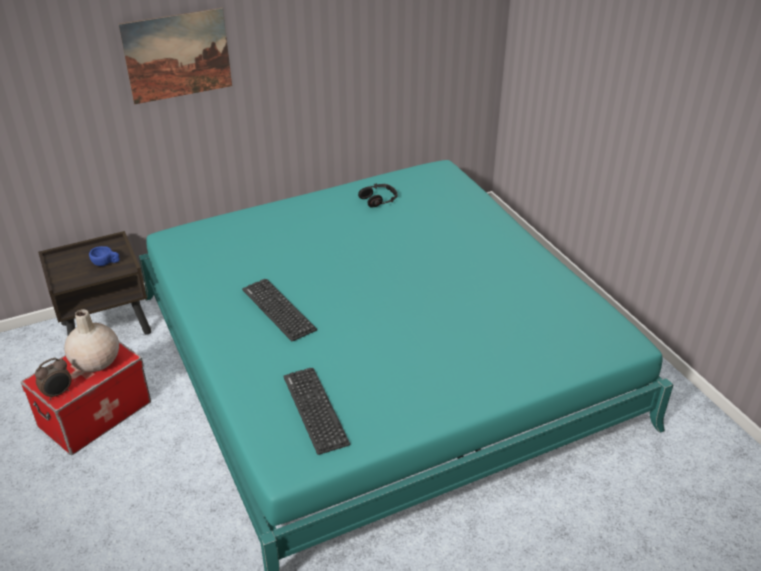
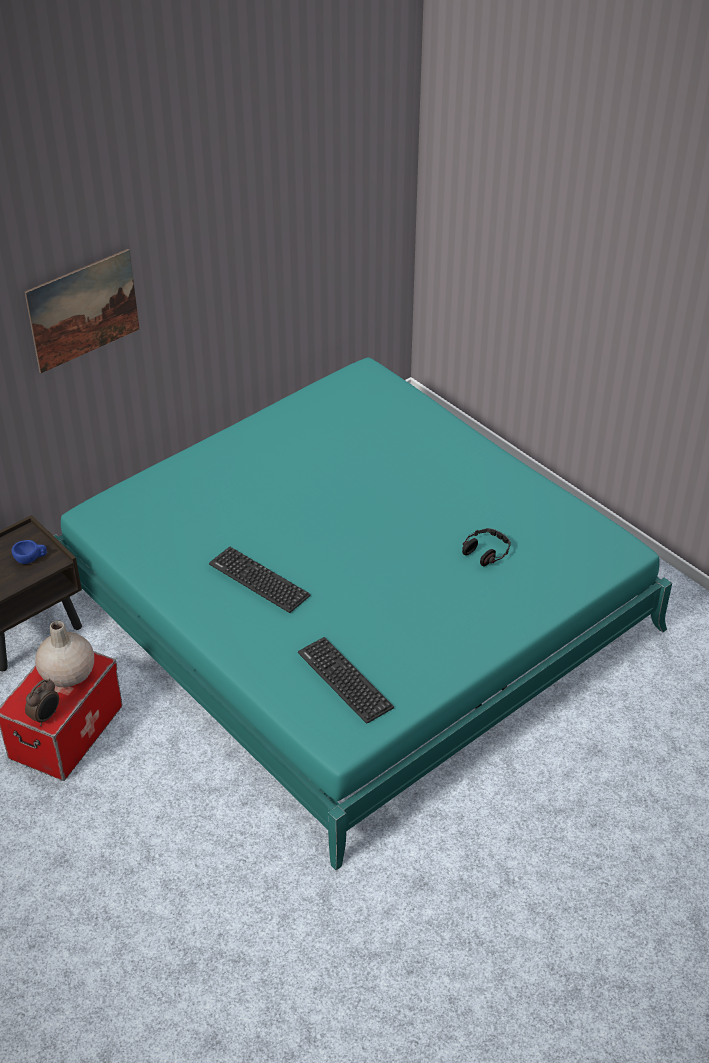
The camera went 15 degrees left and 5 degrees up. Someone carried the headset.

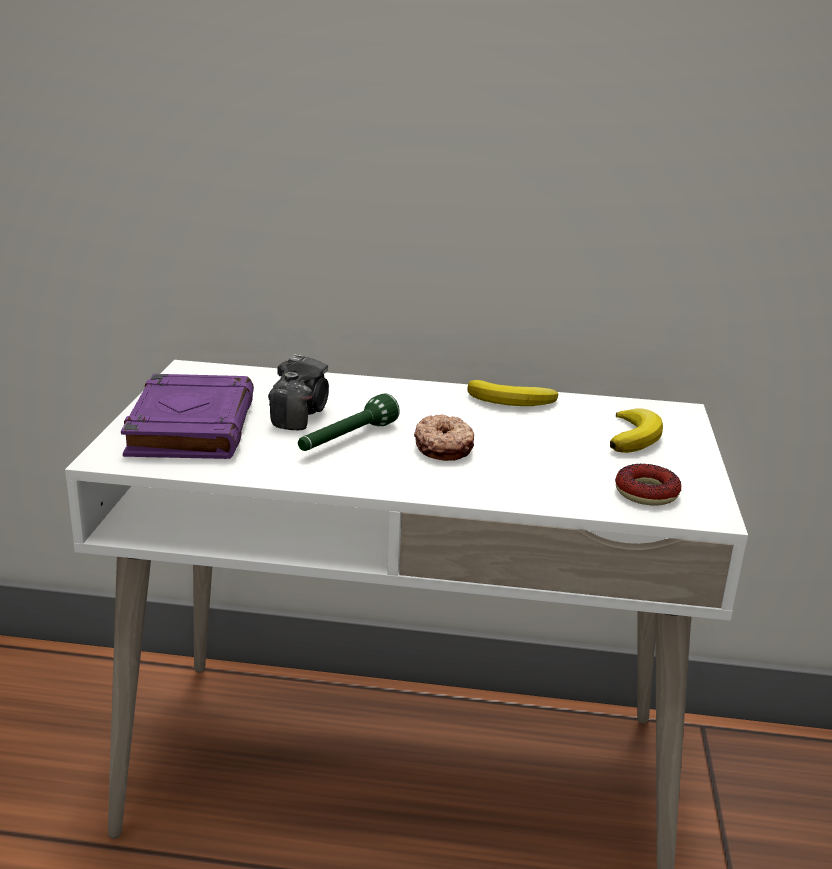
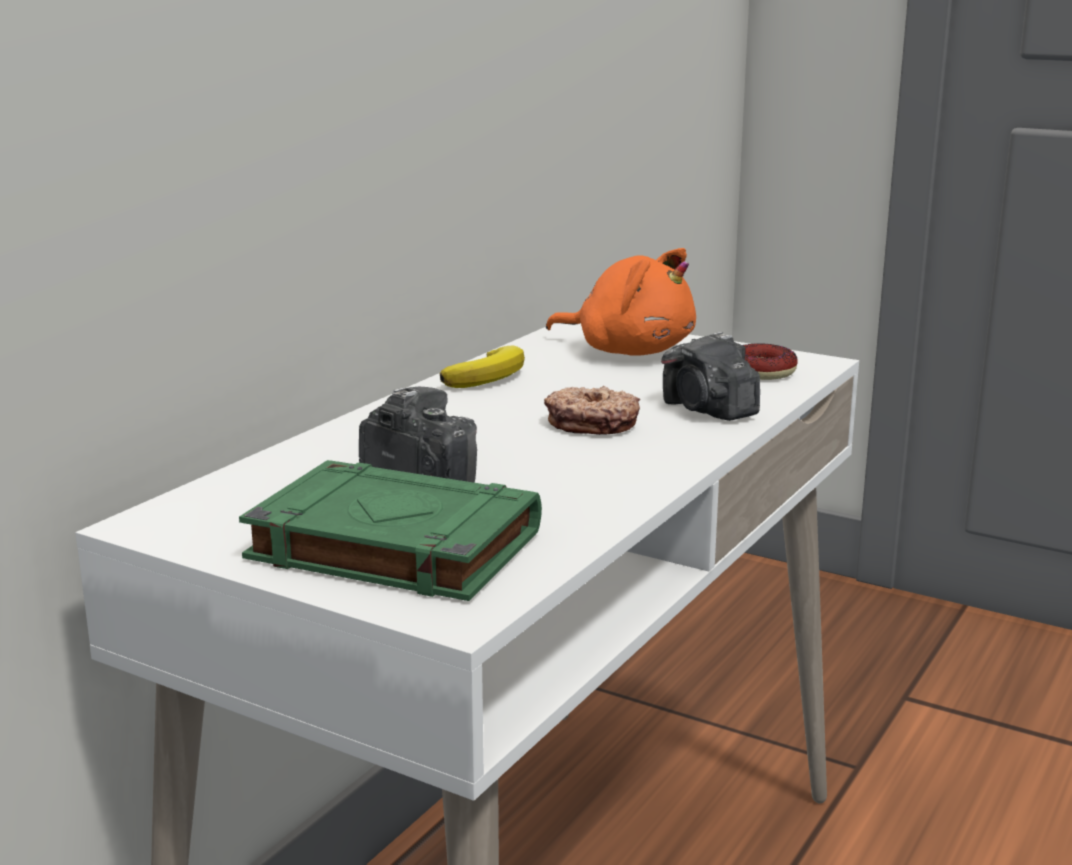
The camera went 65 degrees left and 5 degrees down. Someone repainted the purple_book, which became the green_book. Someone took away the green_torch. Someone swapped the banana (2nd from left) for the orange_plush_toy. Someone put down the photo_camera (2nd from left).

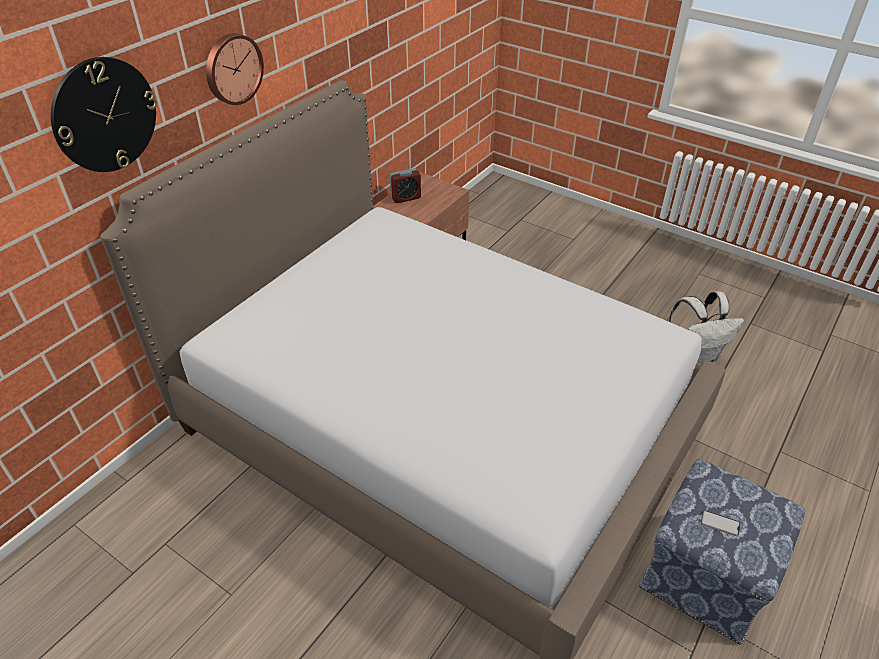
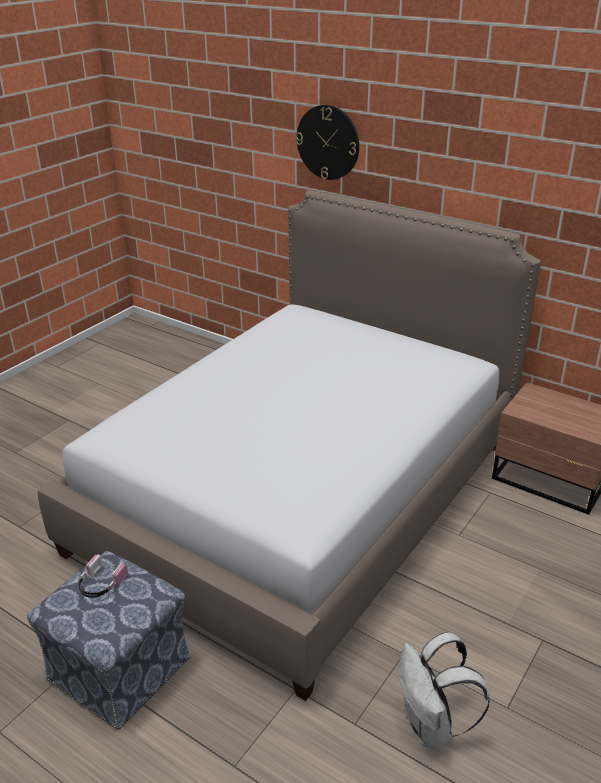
The camera went 90 degrees right and 10 degrees down. Someone took away the clock_on_the_wall (2nd from left). Someone took away the bedside_clock. Someone swapped the phone for the headset.

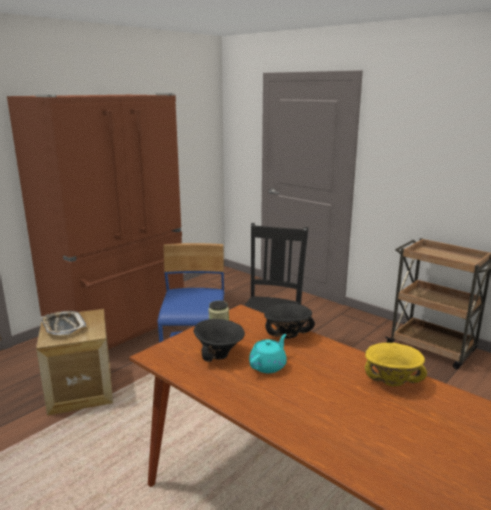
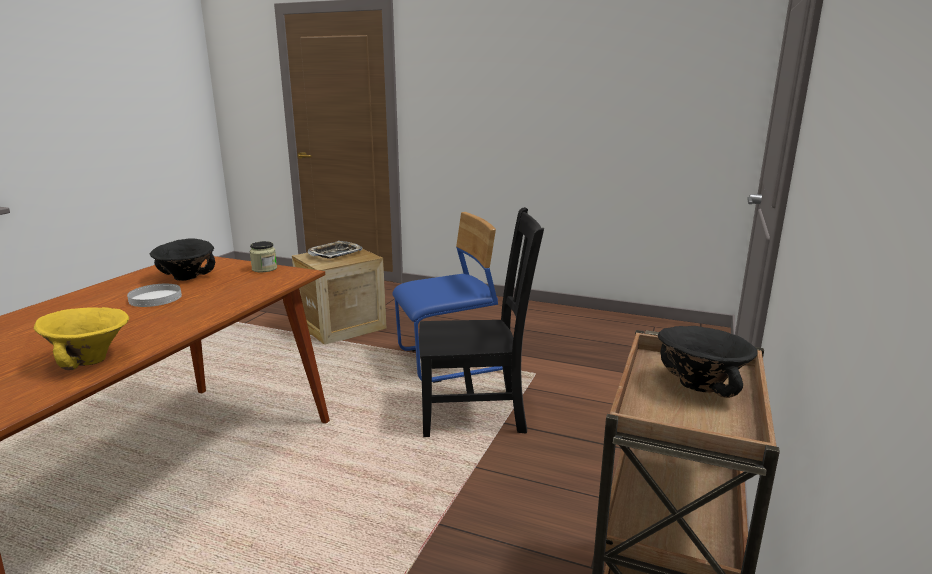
The camera went 70 degrees right and 0 degrees up. Someone took away the brown_fridge. Someone swapped the blue-green_tea_pot for the white_plate. Someone carried the black-coloured_serving_bowl (2nd from left).

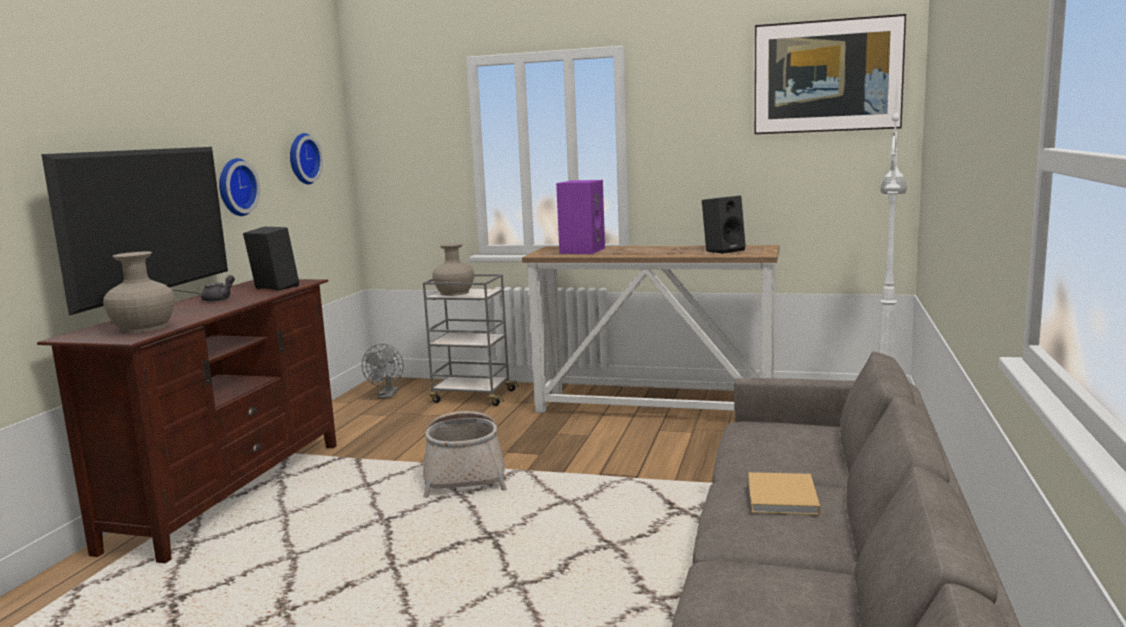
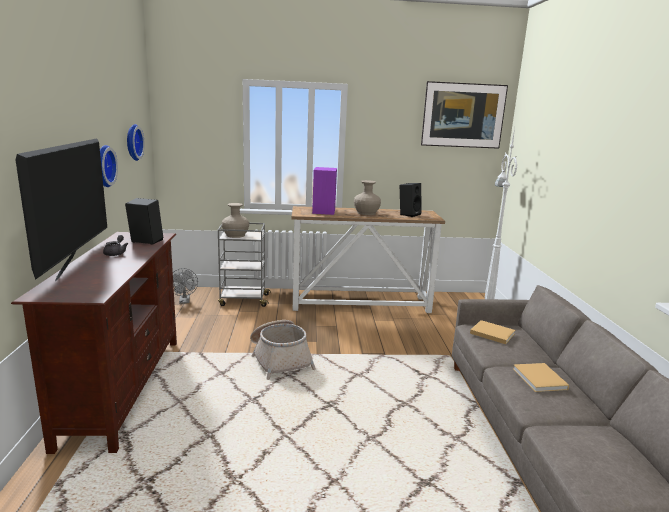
The camera went 20 degrees left and 5 degrees up. Someone carried the beige-coloured_decorative_vase (1st from left in the first image). Someone put down the beige-coloured_book (1st from left).

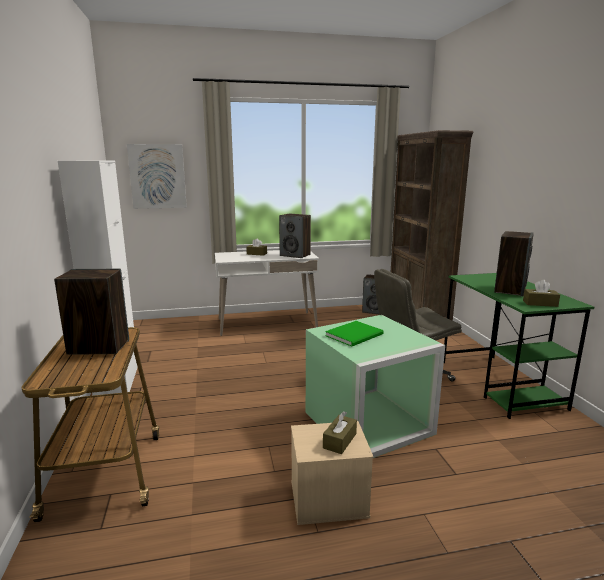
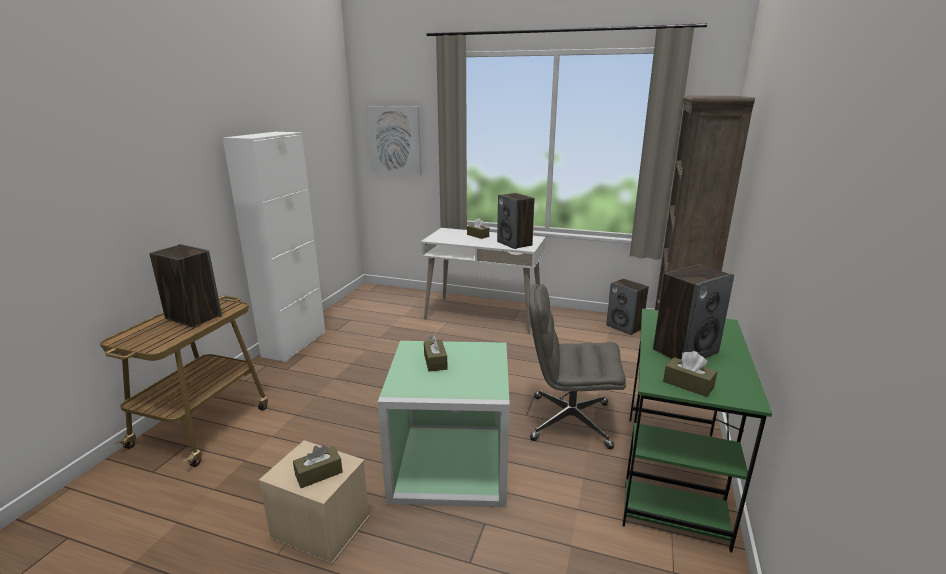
The camera went 30 degrees right and 5 degrees up. Someone swapped the green_book for the brown_tissue_holder (2nd from left).

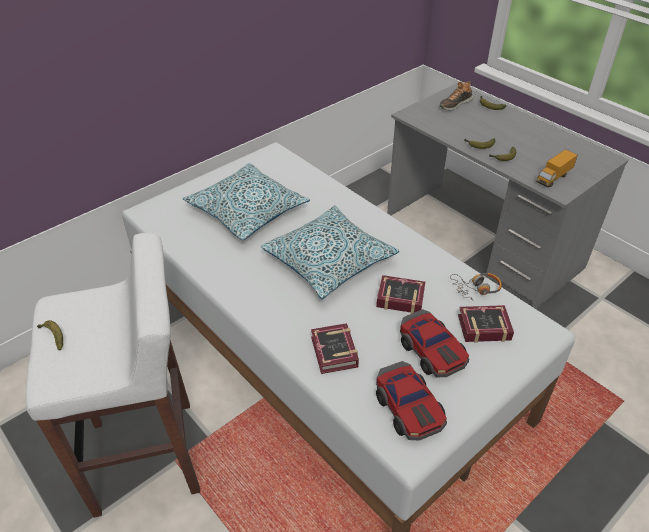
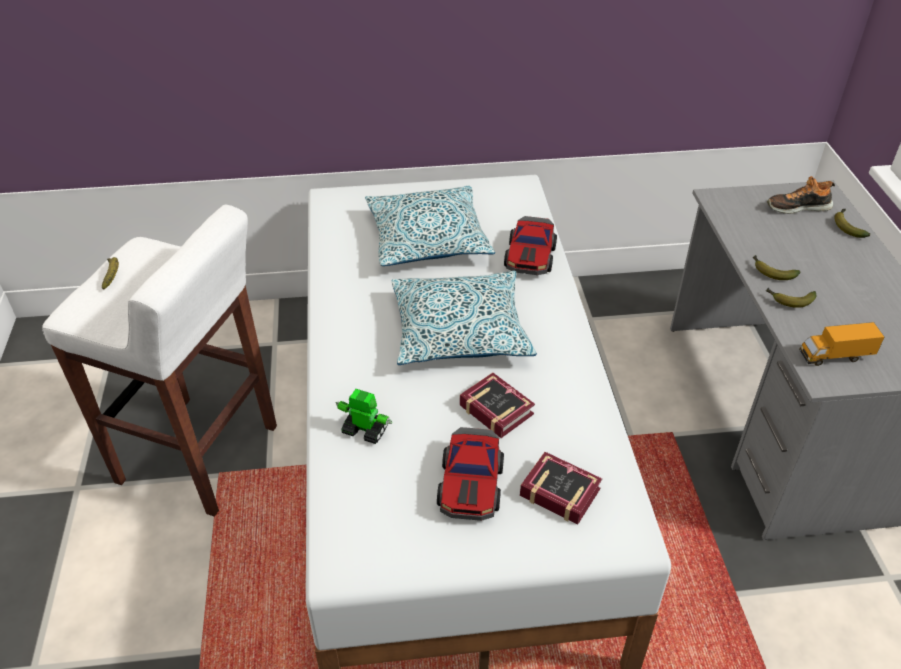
The camera went 35 degrees right and 0 degrees up. Someone swapped the book (1st from left) for the toy_robot. Someone carried the model_car (1st from left in the first image). Someone took away the headset.

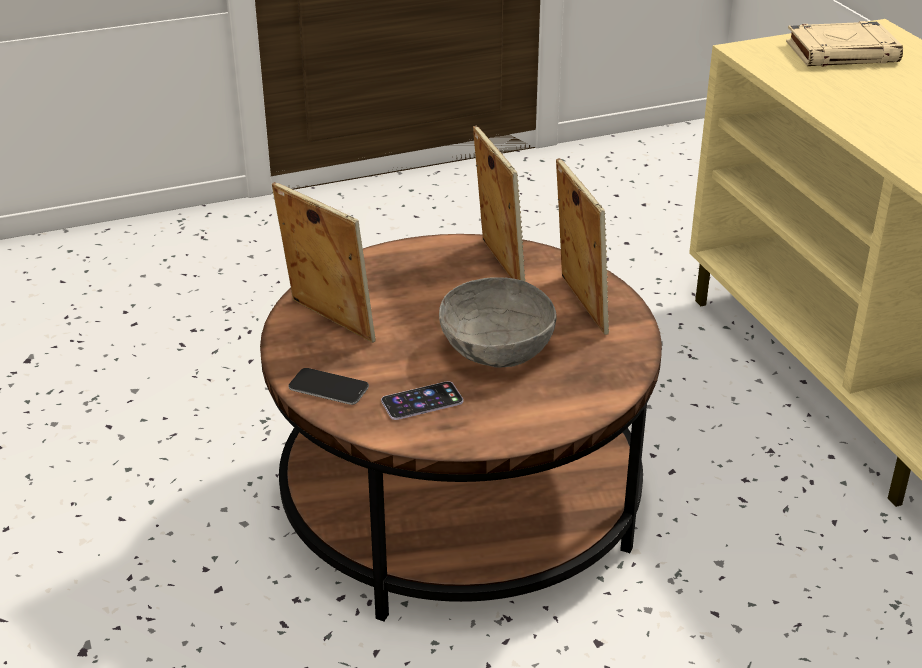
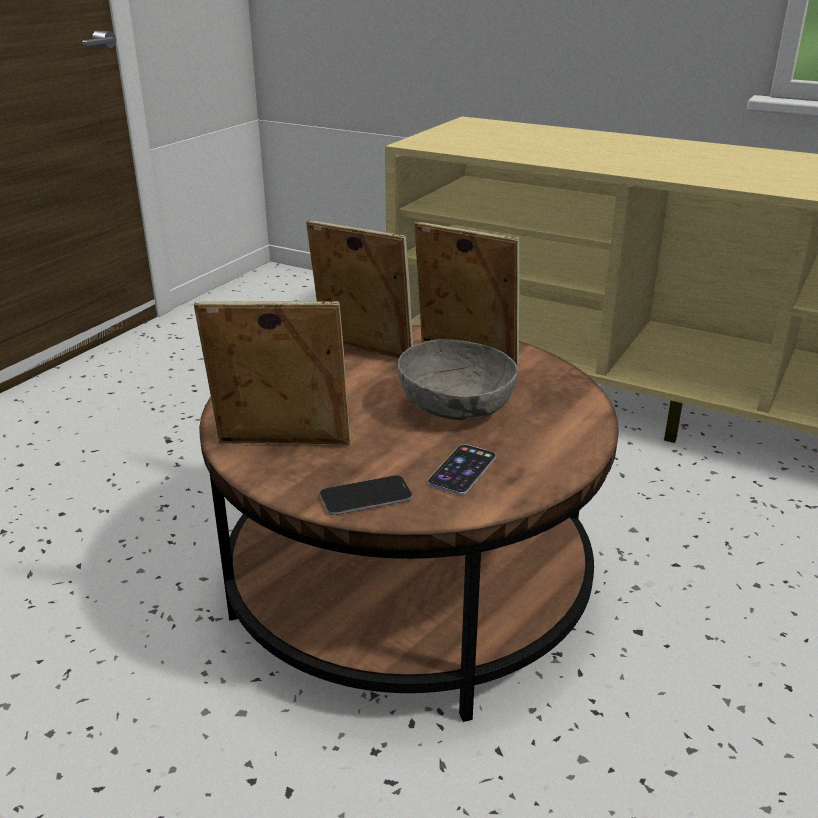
The camera went 40 degrees left and 5 degrees down. Someone took away the beige-coloured_book.

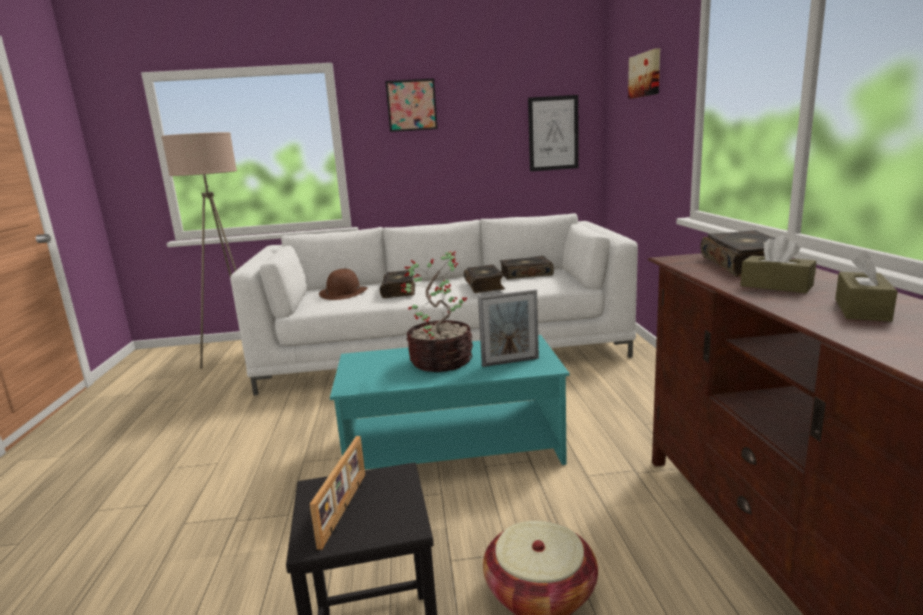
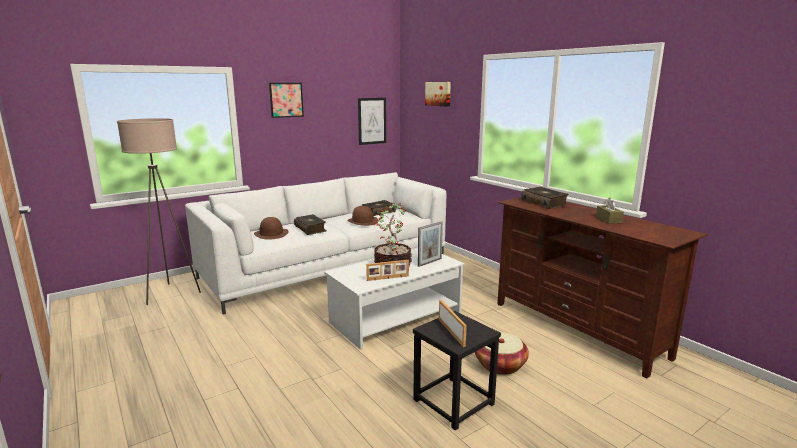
The camera went 30 degrees left and 0 degrees up. Someone repainted the blue-green_coffee_table, which became the white_coffee_table. Someone swapped the book (2nd from left) for the brown_wearable_hat (2nd from left). Someone took away the brown_tissue_holder (1st from left). Someone put down the standing_frame (1st from left).

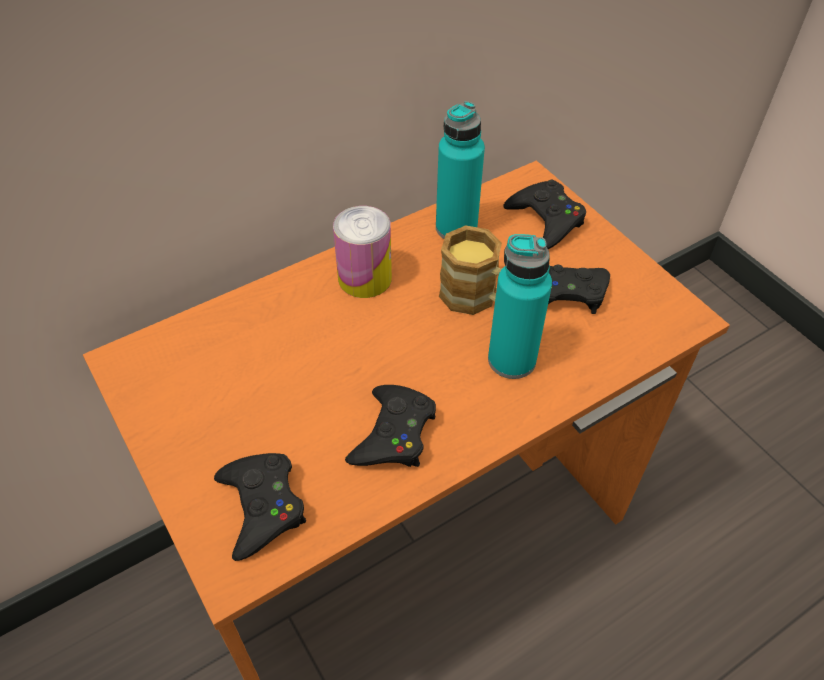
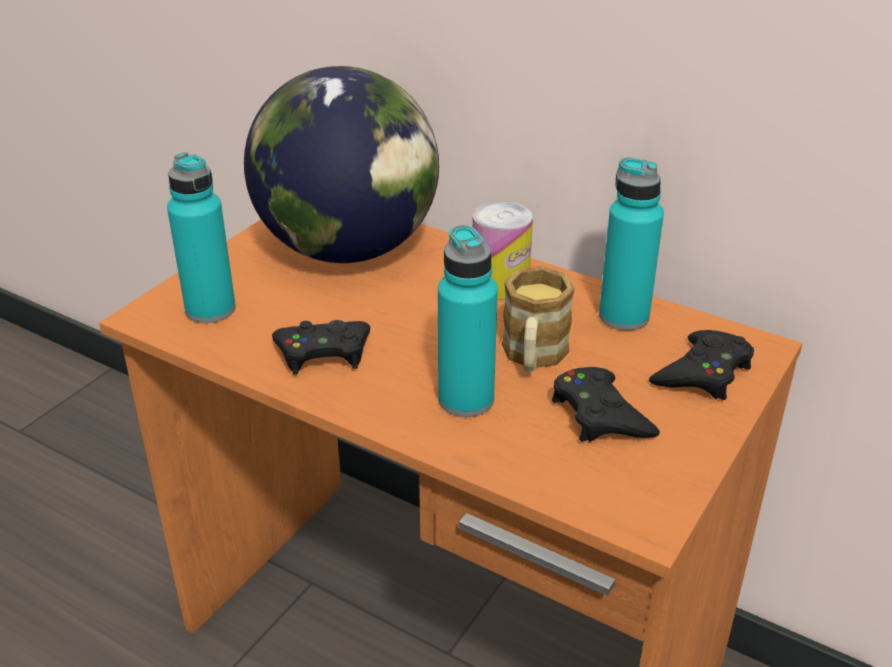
The camera went 65 degrees right and 15 degrees down. Someone swapped the black-coloured_joypad (1st from left) for the blue-green_beverage_bottle (1st from left). Someone put down the globe.

